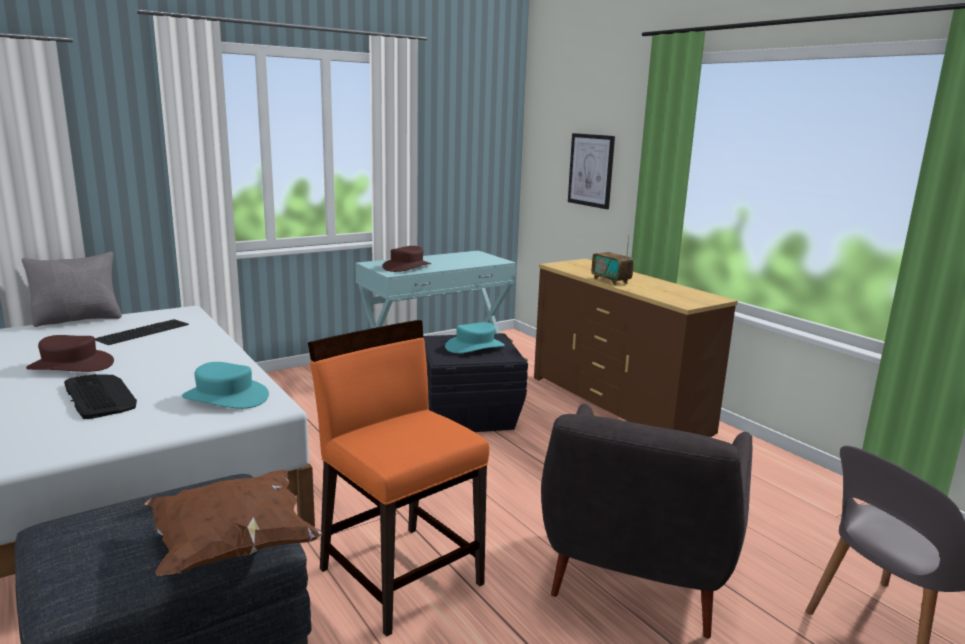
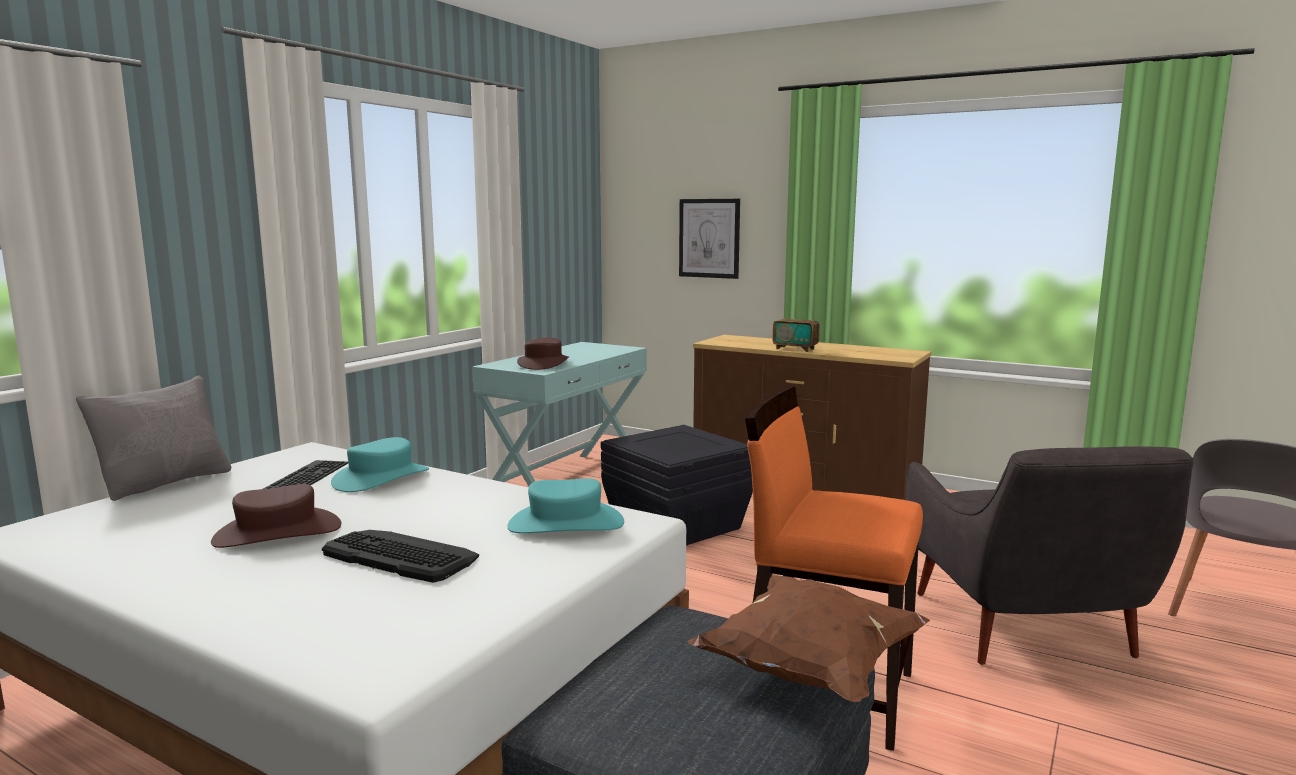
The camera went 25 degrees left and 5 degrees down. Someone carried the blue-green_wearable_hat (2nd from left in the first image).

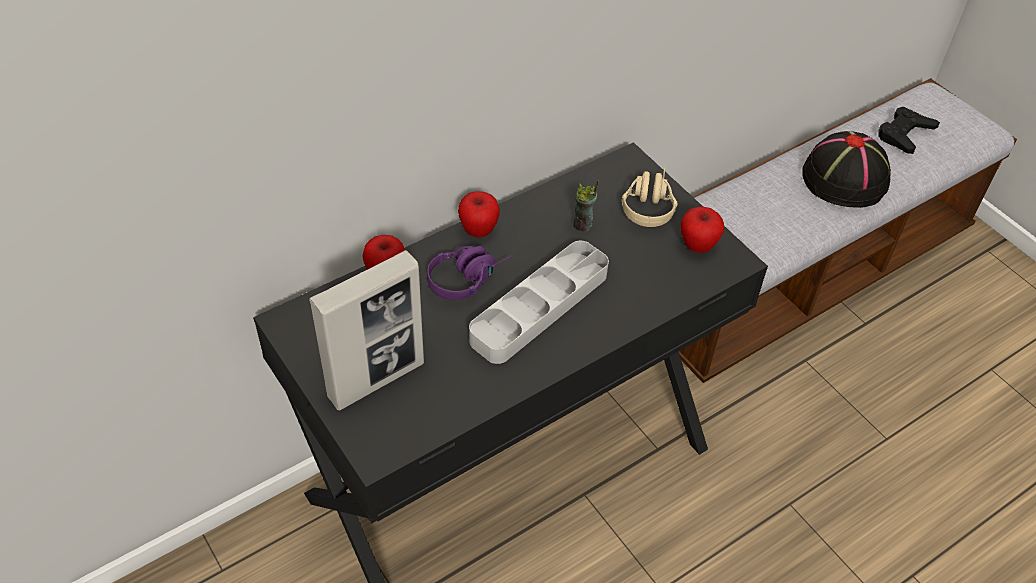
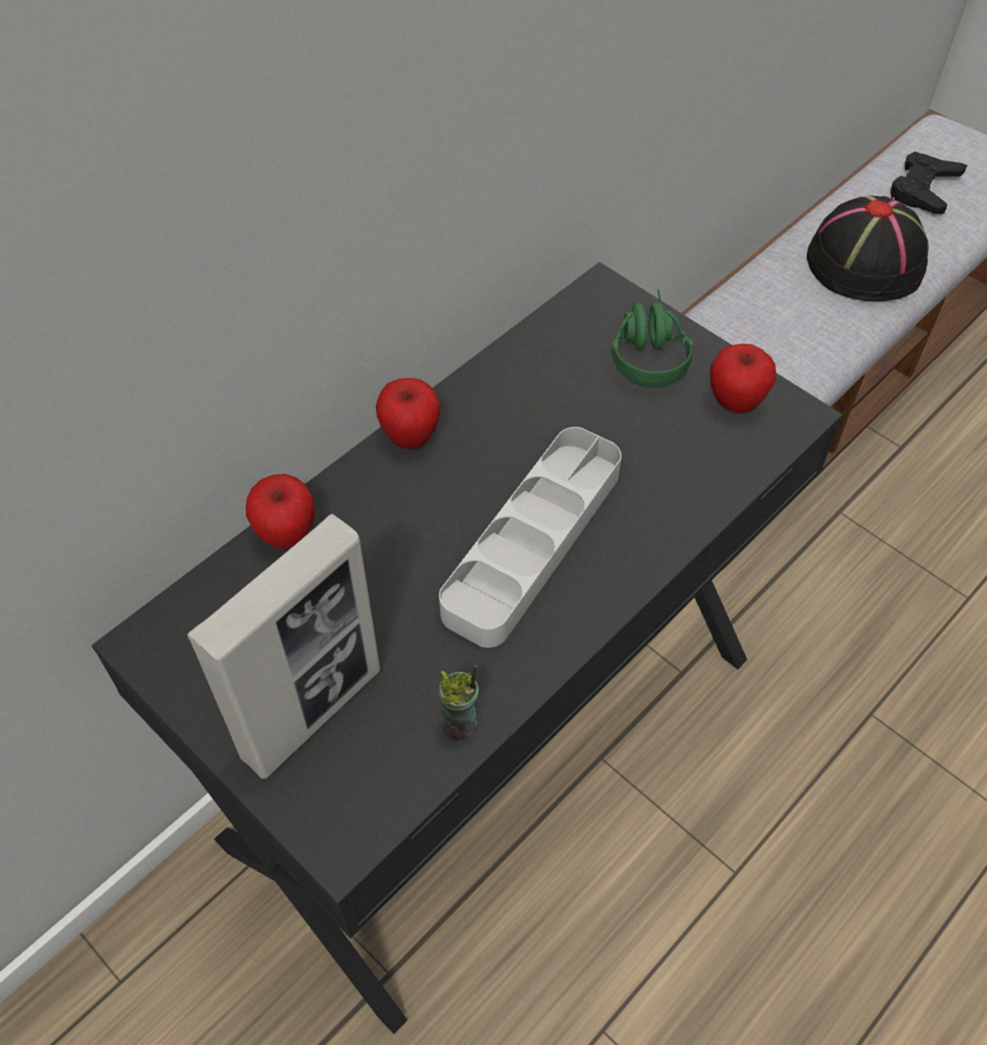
The camera went 10 degrees left and 5 degrees up. Someone took away the purple_headset. Someone carried the cup. Someone repainted the beige-coloured_headset, which became the green_headset.

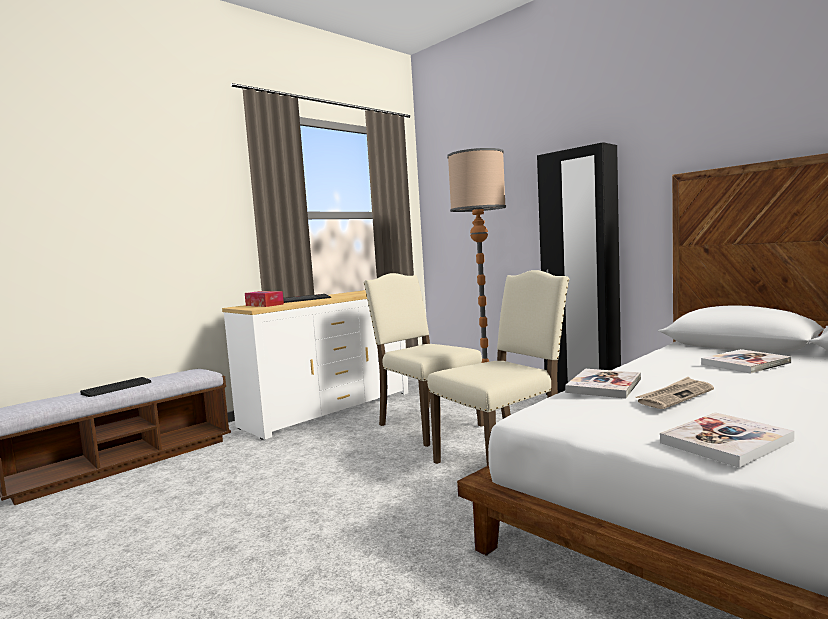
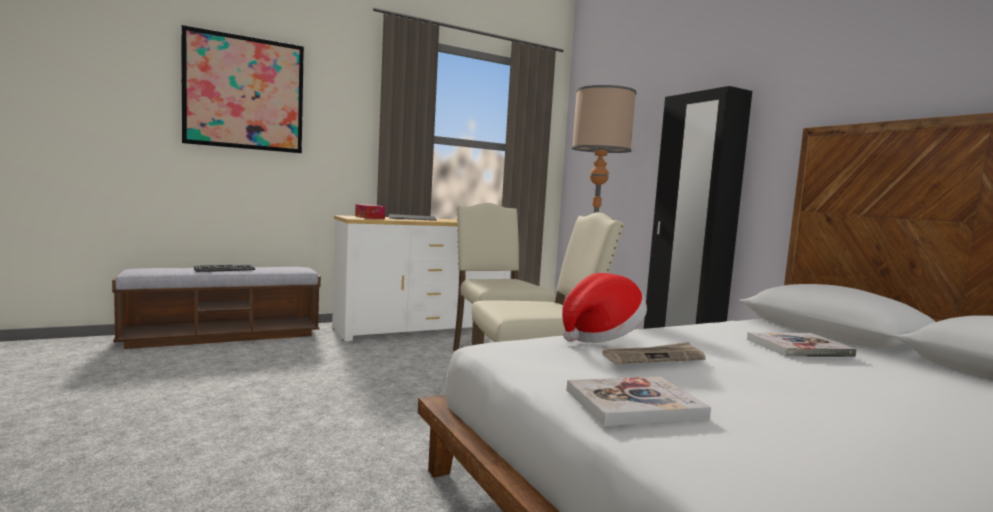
The camera went 15 degrees right and 0 degrees up. Someone swapped the book (1st from left) for the wearable_hat. Someone put up the picture.

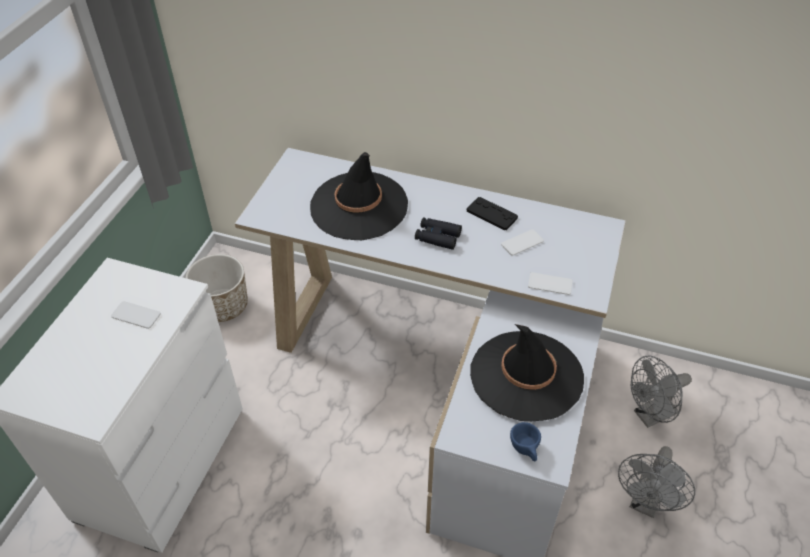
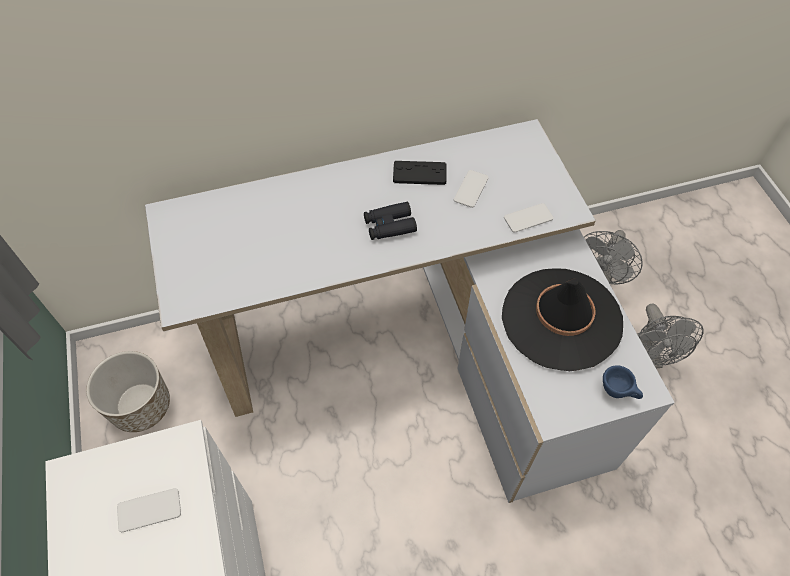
The camera went 35 degrees left and 10 degrees up. Someone took away the black-coloured_wearable_hat (1st from left).

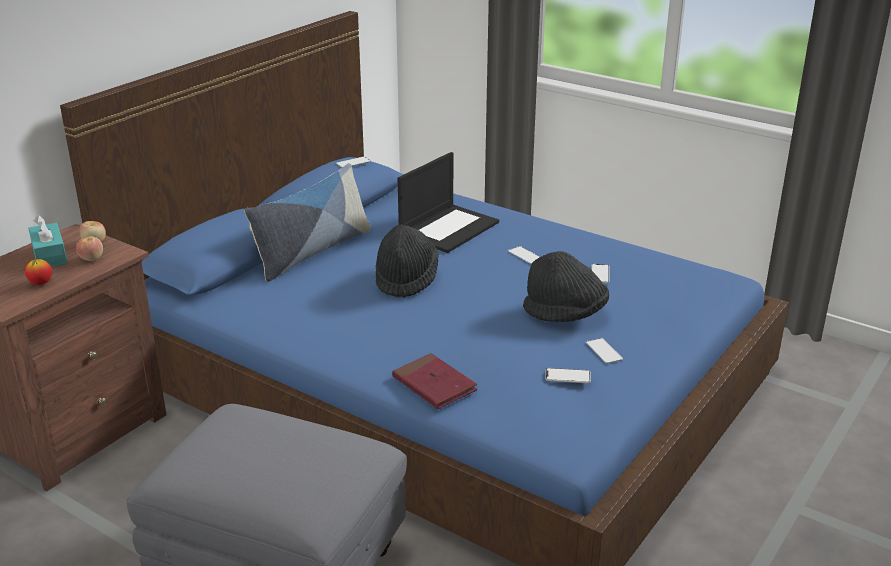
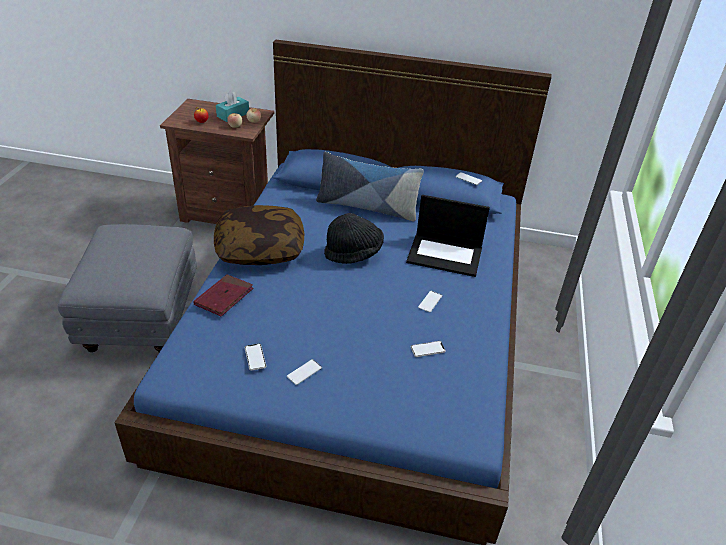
The camera went 65 degrees right and 10 degrees up. Someone took away the black-coloured_wearable_hat (2nd from left). Someone put down the throw_pillow (1st from left).

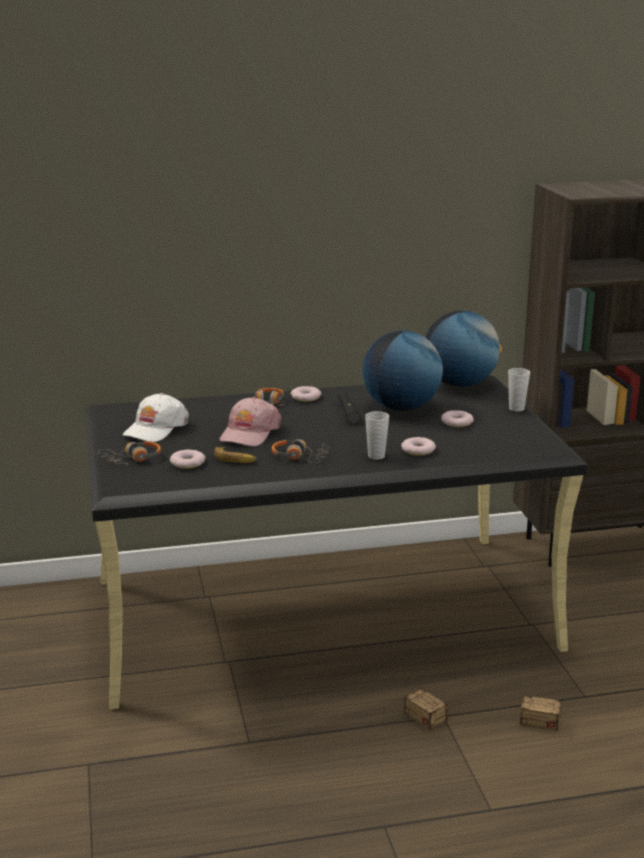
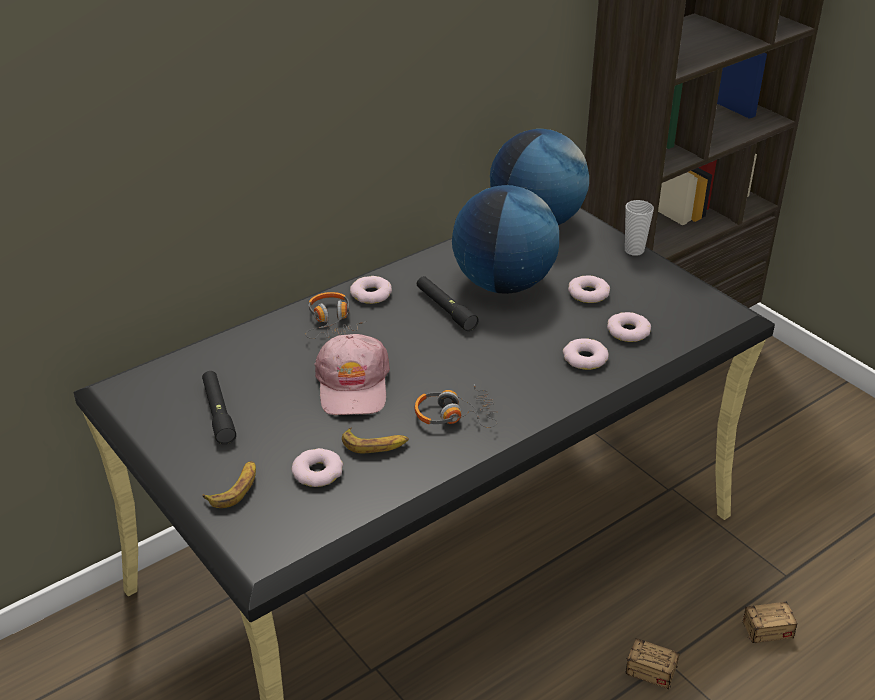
The camera went 25 degrees left and 15 degrees up. Someone swapped the headset (1st from left) for the banana (1st from left). Someone swapped the white_cap for the black-coloured_torch (1st from left). Someone took away the cup (1st from left). Someone put down the ring_doughnut (5th from left).

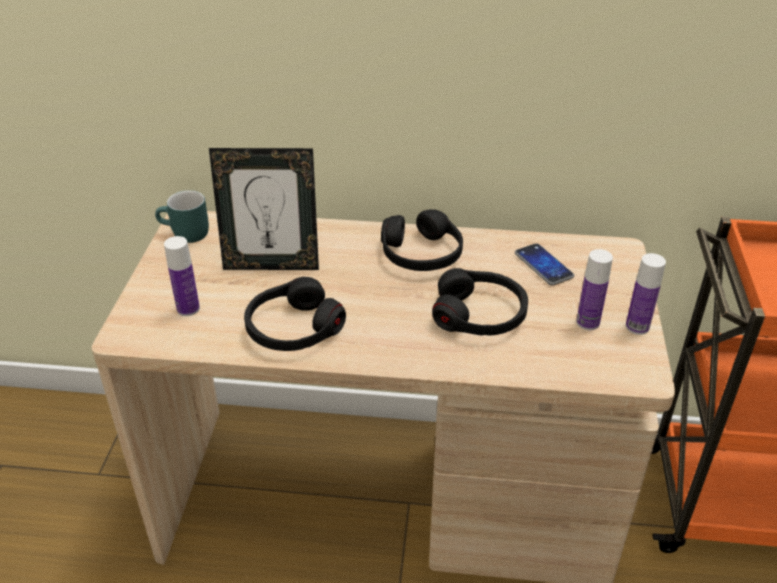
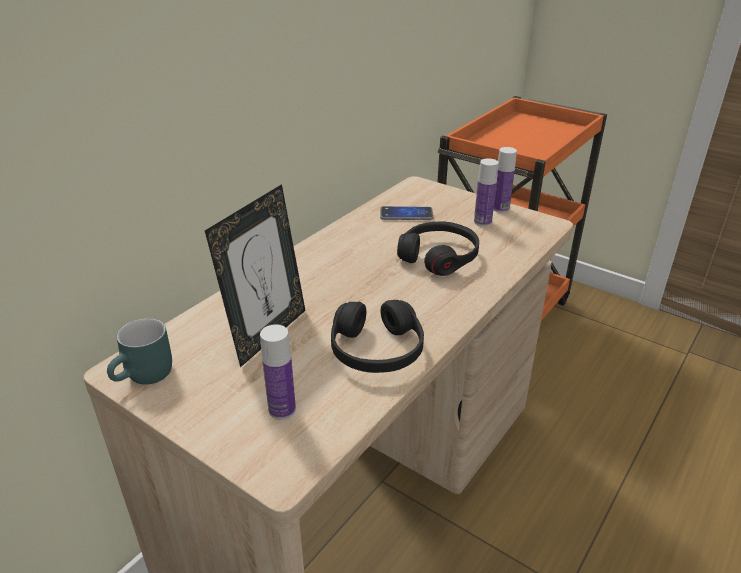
The camera went 60 degrees left and 5 degrees down. Someone took away the black-coloured_headset (2nd from left).

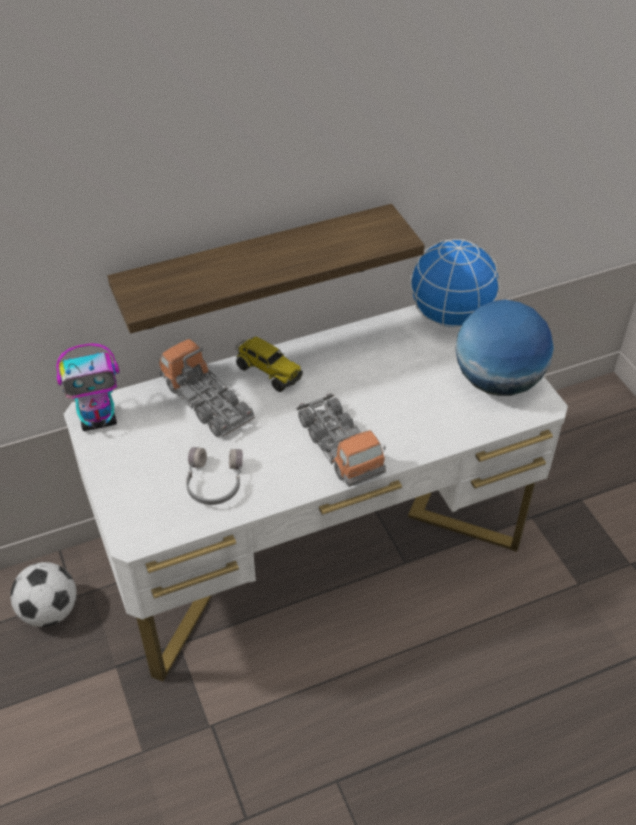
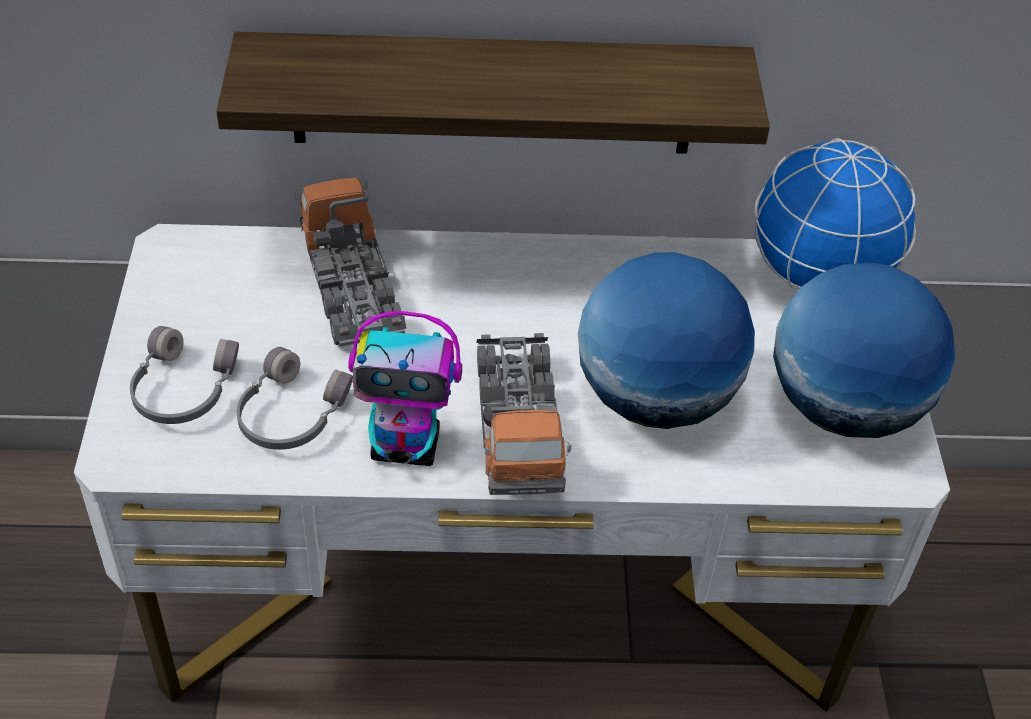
The camera went 20 degrees right and 0 degrees up. Someone took away the ball_for_football. Someone carried the toy_robot. Someone took away the toy_truck (2nd from left). Someone put down the greyish_headset (1st from left). Someone put down the globe (1st from left).

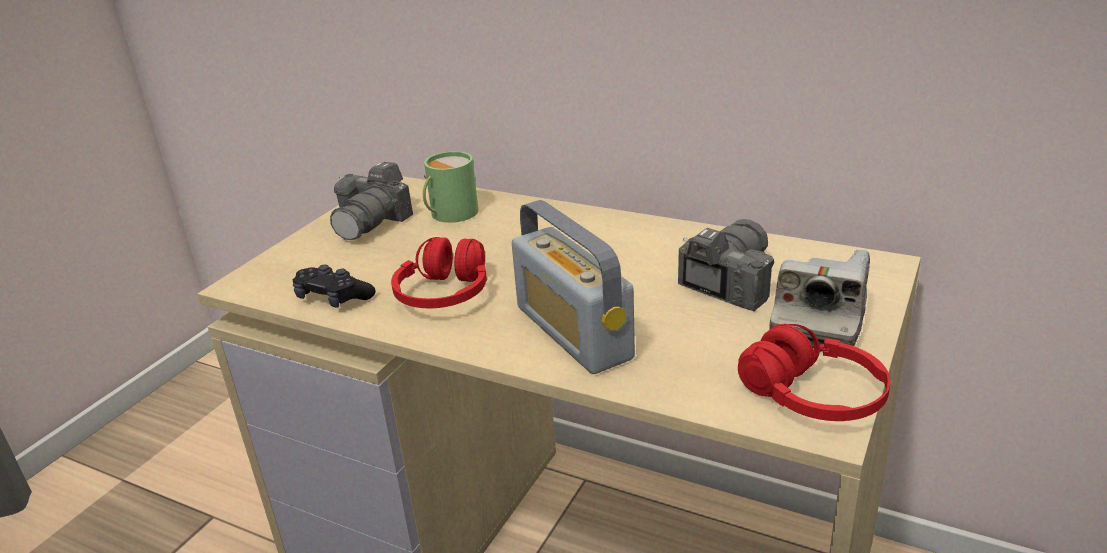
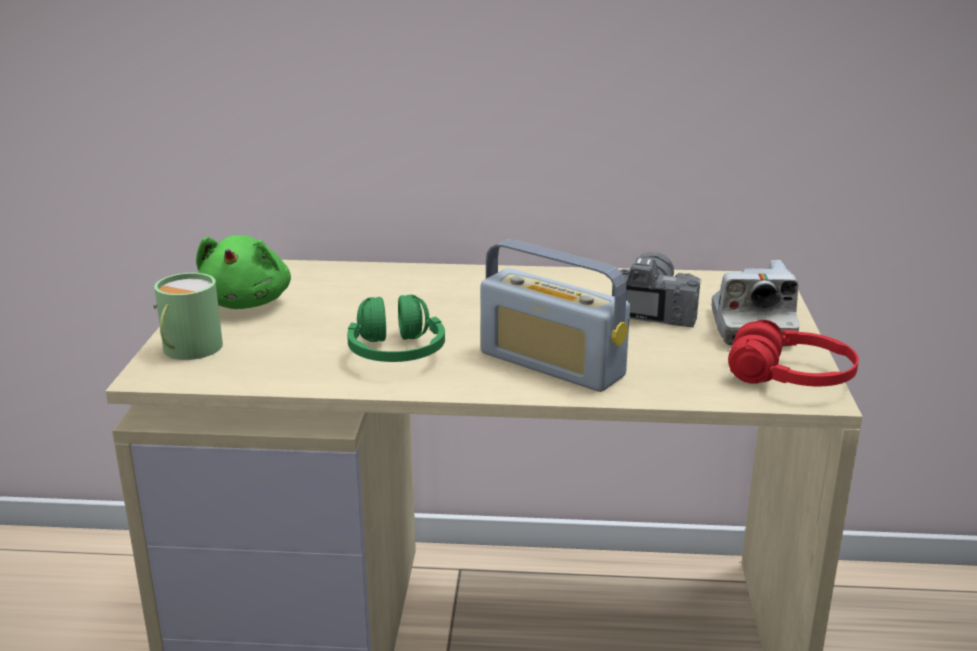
The camera went 25 degrees left and 5 degrees down. Someone took away the black-coloured_joypad. Someone swapped the photo_camera (1st from left) for the green_plush_toy. Someone repainted the red_headset (1st from left), which became the green_headset. Someone carried the green_coffee_mug.

